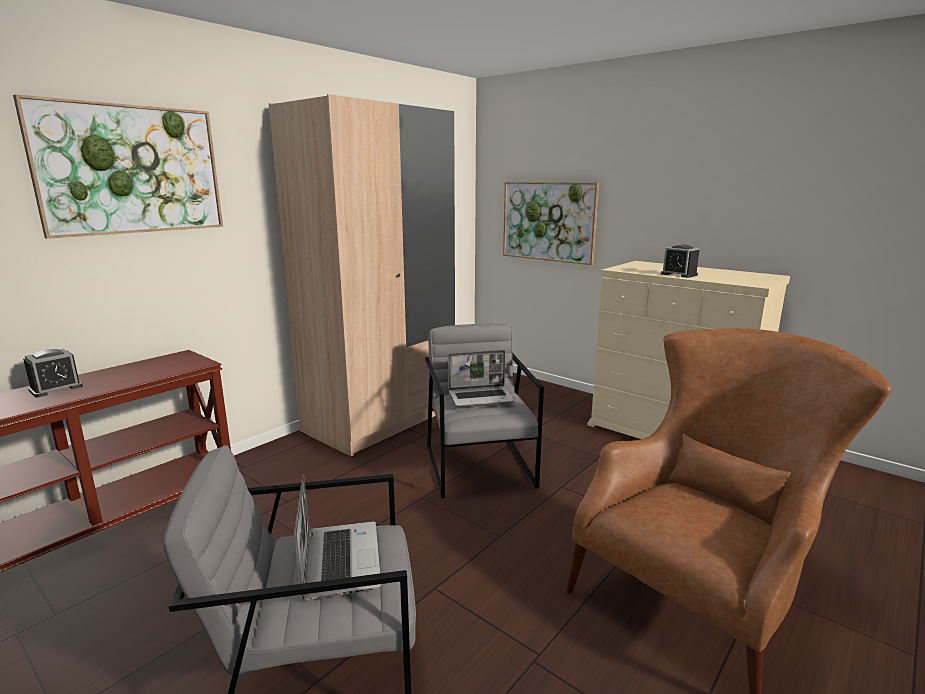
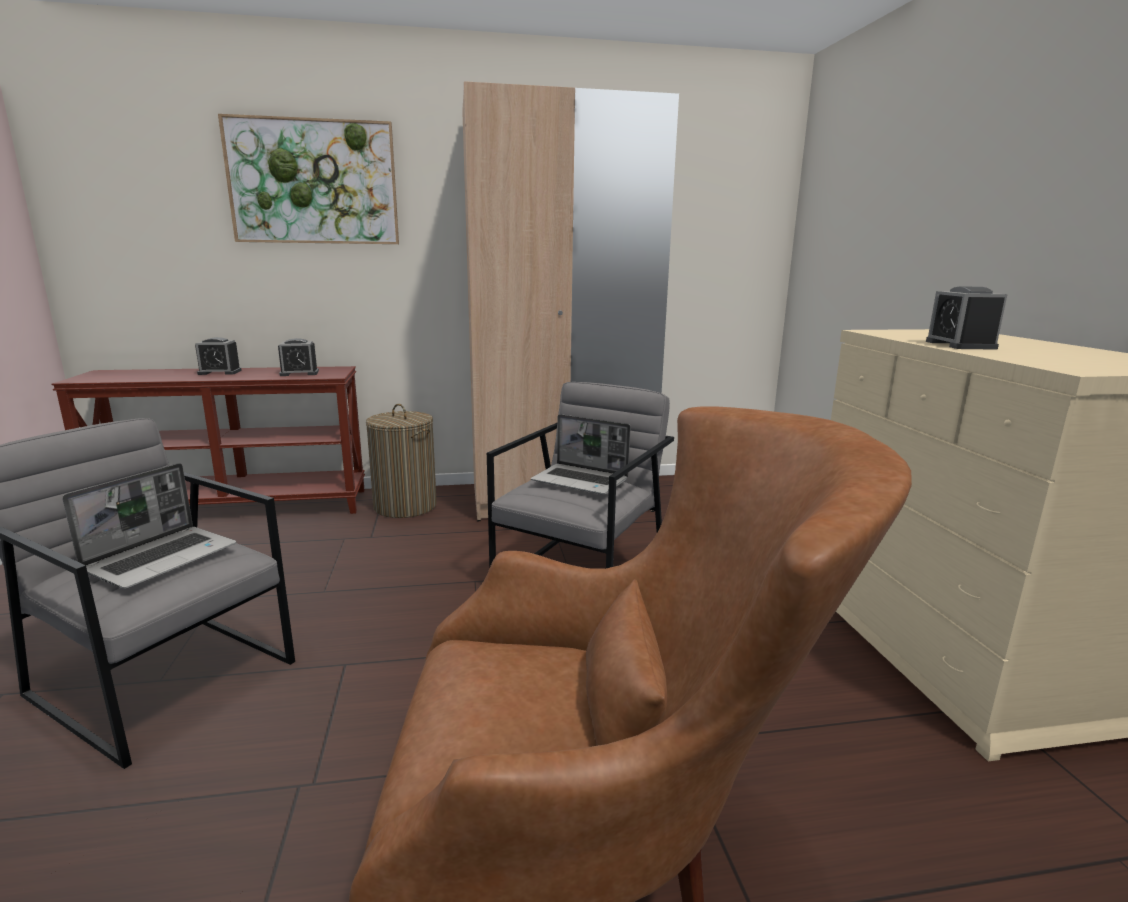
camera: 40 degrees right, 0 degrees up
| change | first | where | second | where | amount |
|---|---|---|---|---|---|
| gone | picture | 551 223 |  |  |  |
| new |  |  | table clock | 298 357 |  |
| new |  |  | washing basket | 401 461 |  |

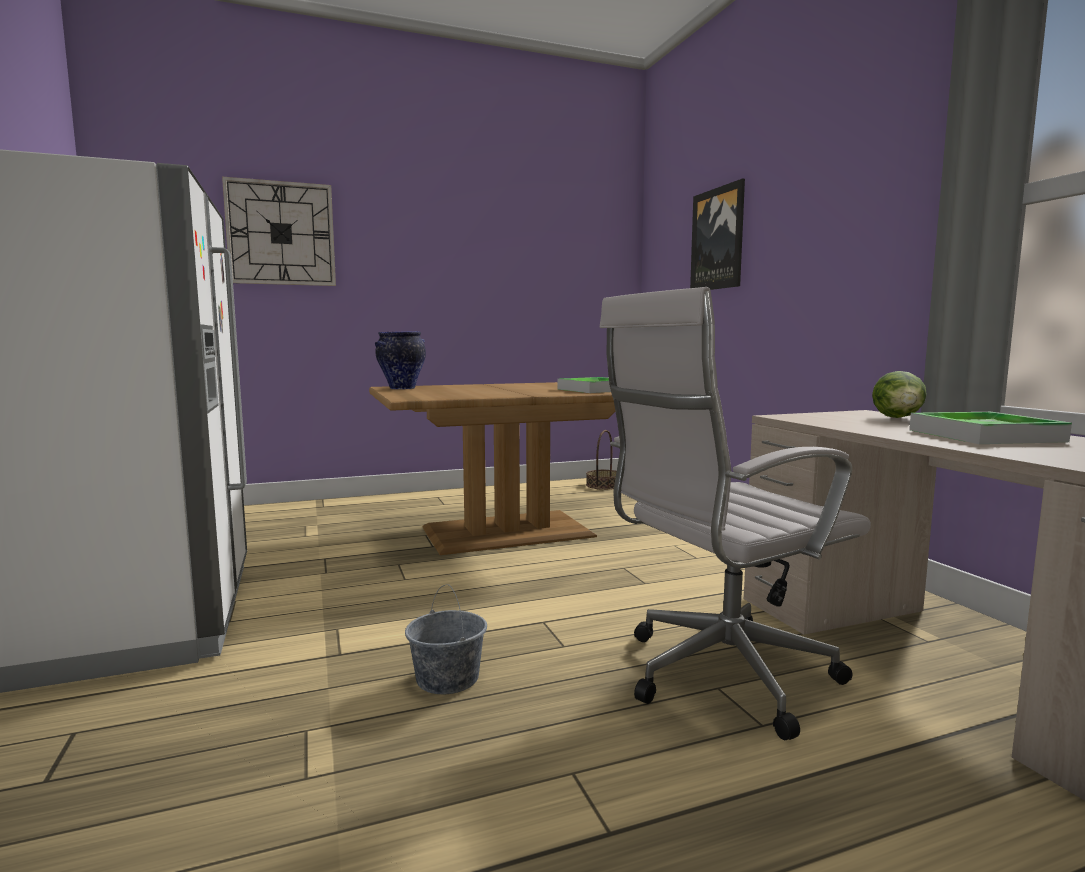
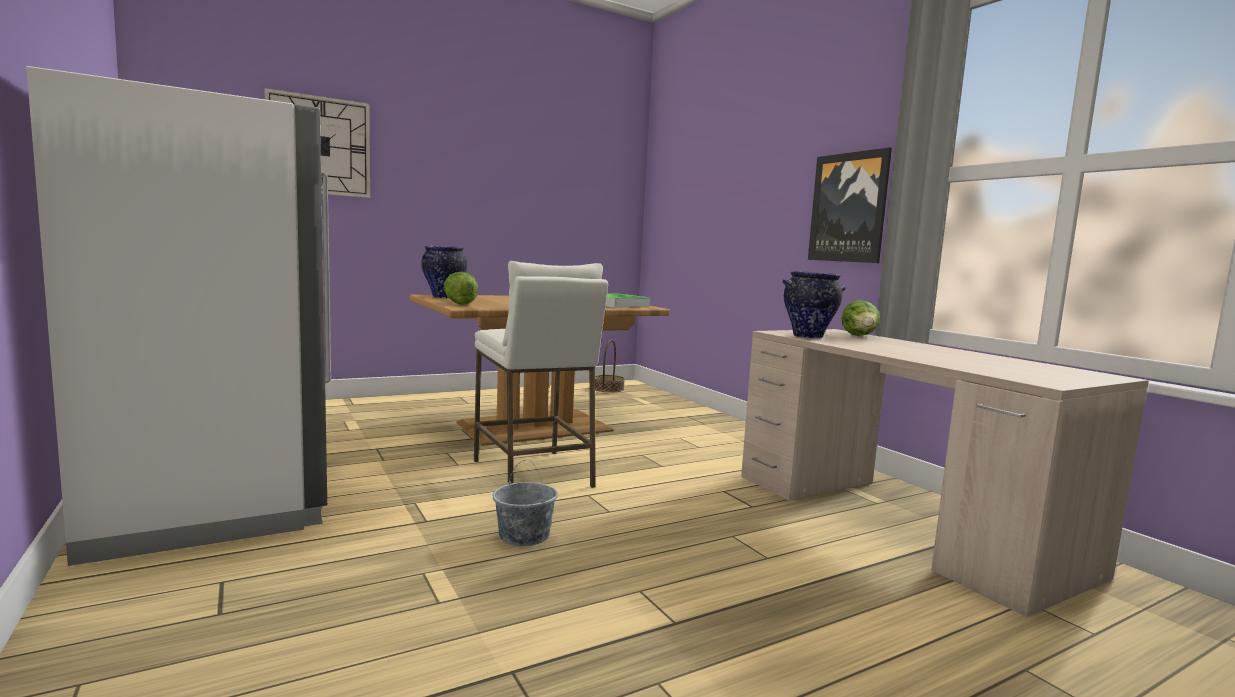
camera: 10 degrees left, 0 degrees up
| change | first | where | second | where | amount |
|---|---|---|---|---|---|
| gone | whitish desk chair | 735 513 |  |  |  |
| shifted | picture | 717 234 |  | 850 205 |  |
| gone | carrying tray | 990 428 |  |  |  |
| new |  |  | lettuce head | 461 288 |  |
| new |  |  | whitish stool | 541 374 |  |
| new |  |  | flower vase | 814 305 |  |

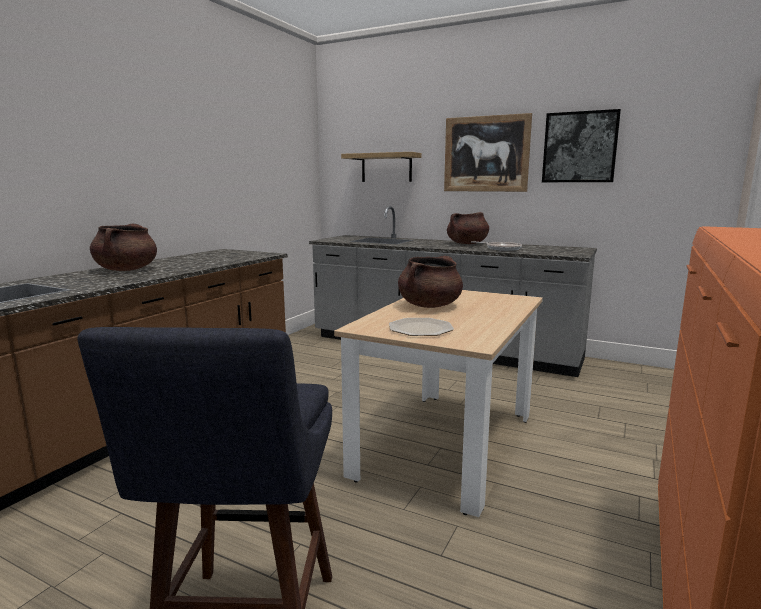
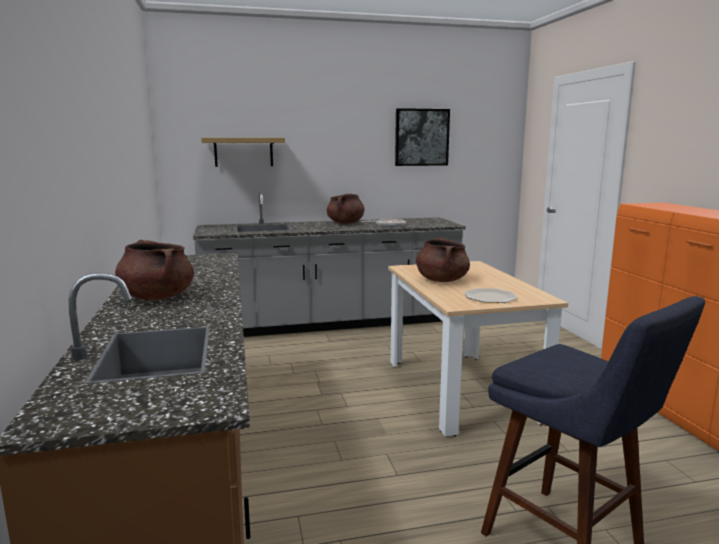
camera: 40 degrees left, 0 degrees up
| change | first | where | second | where | amount |
|---|---|---|---|---|---|
| gone | picture | 488 152 |  |  |  |

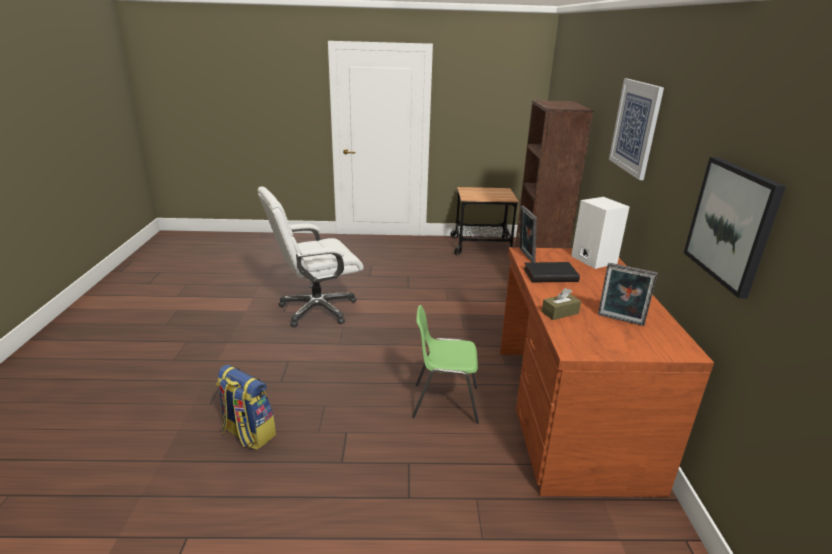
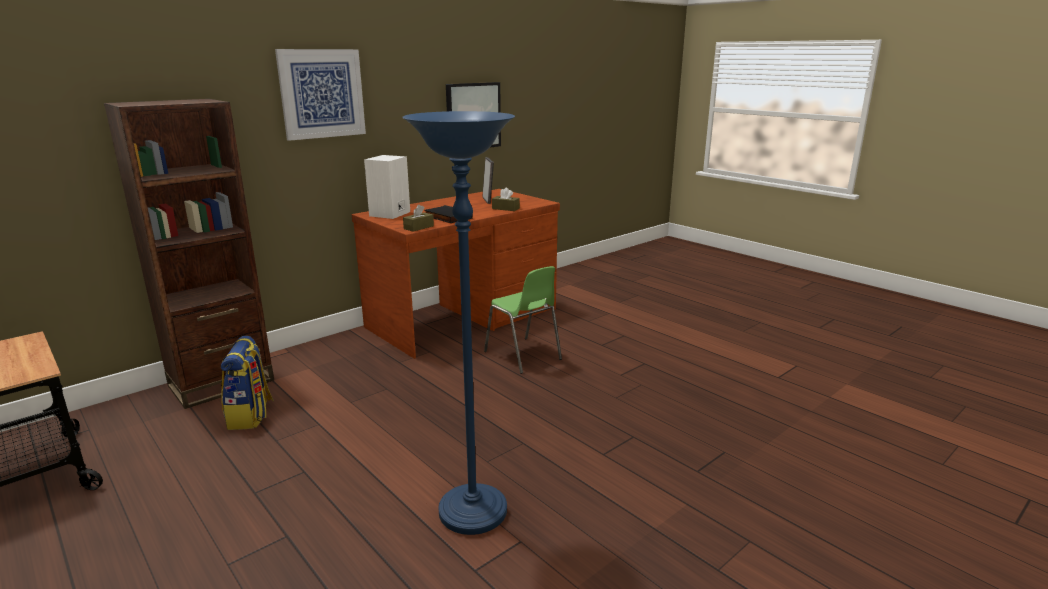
camera: 130 degrees left, 5 degrees down
| change | first | where | second | where | amount |
|---|---|---|---|---|---|
| shifted | backpack | 246 407 |  | 247 383 |  |
| swapped | whitish desk chair | 310 256 | bluish standard lamp | 458 323 |  |
| swapped | photo frame | 528 234 | brownish box of tissues | 418 218 |  |

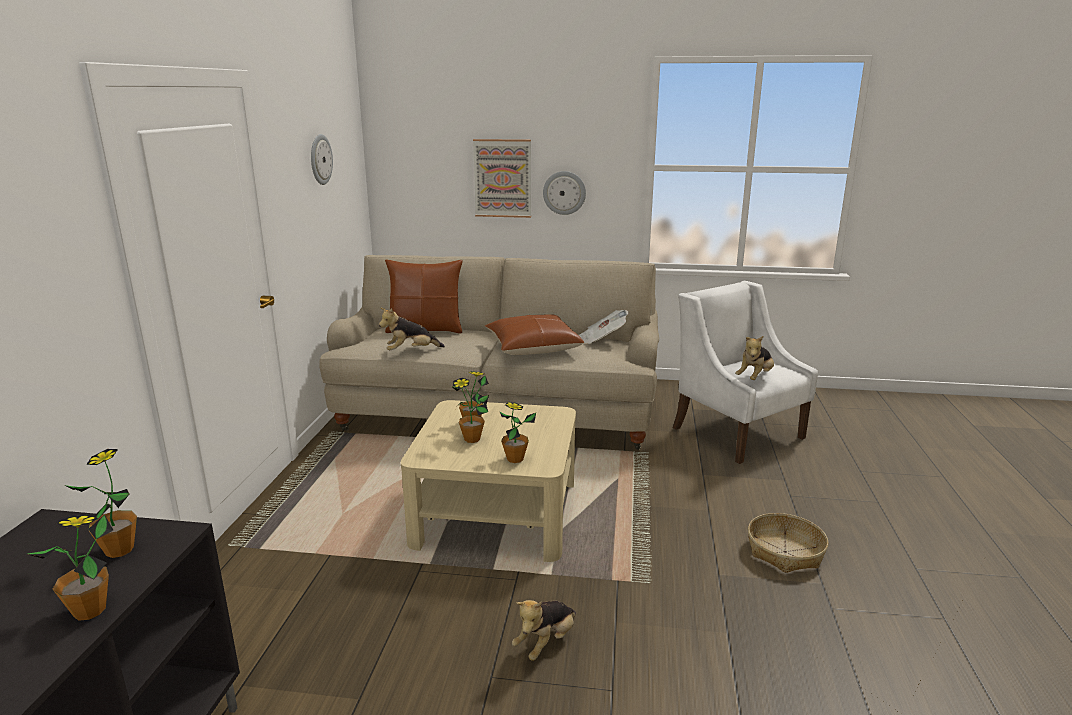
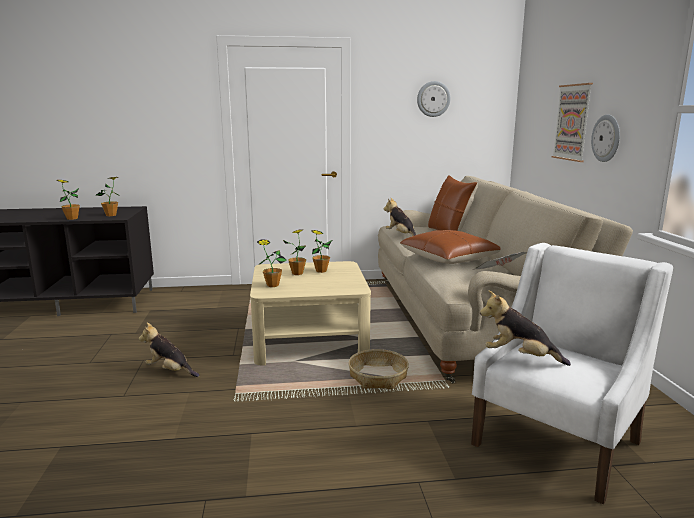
camera: 75 degrees right, 5 degrees down
| change | first | where | second | where | amount |
|---|---|---|---|---|---|
| shifted | storage basket | 788 543 |  | 378 369 |  |

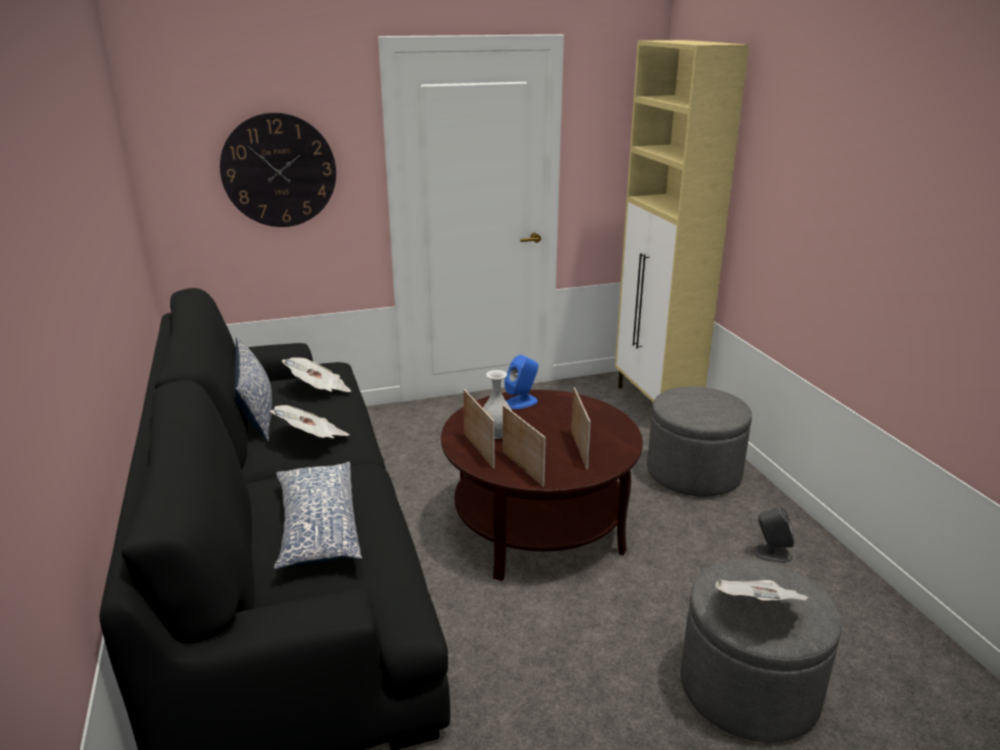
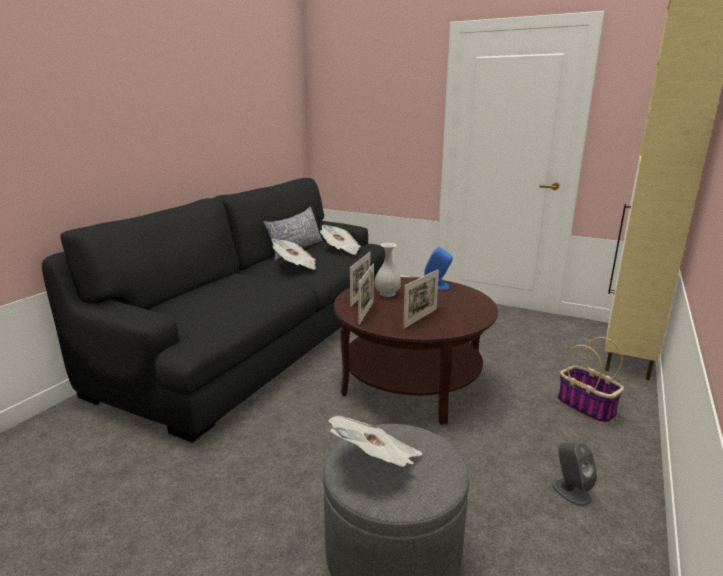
camera: 45 degrees right, 5 degrees down
| change | first | where | second | where | amount |
|---|---|---|---|---|---|
| gone | hanging clock | 278 169 |  |  |  |
| gone | cushion | 318 515 |  |  |  |
| swapped | gray footrest | 699 441 | storage basket | 590 380 |  |

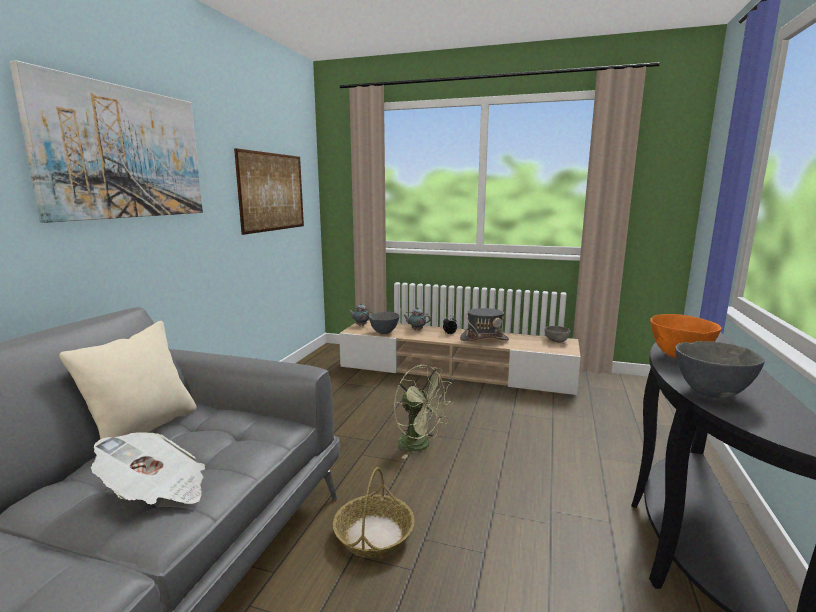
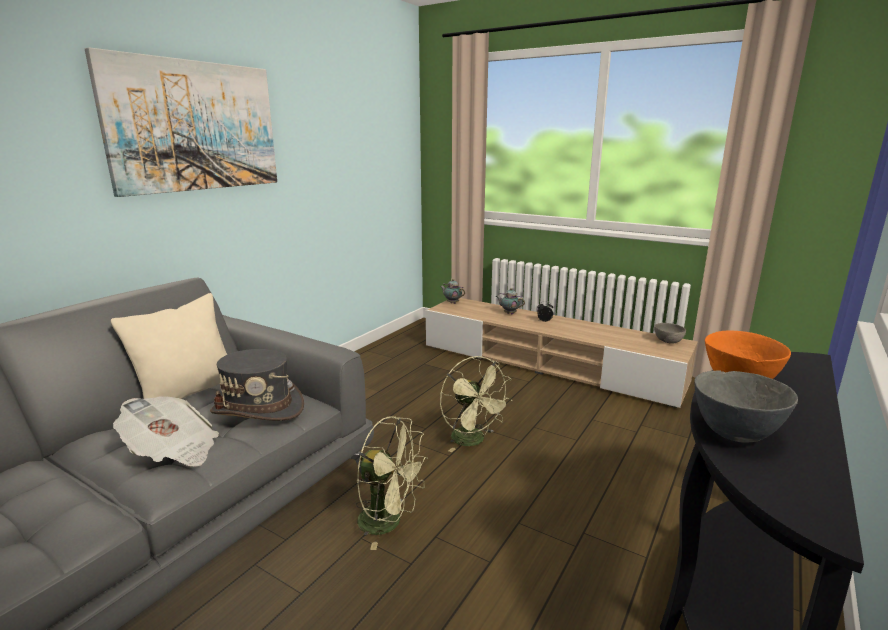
camera: 15 degrees right, 5 degrees up
| change | first | where | second | where | amount |
|---|---|---|---|---|---|
| gone | picture | 269 191 |  |  |  |
| swapped | storage basket | 374 512 | green cooling fan | 392 483 |  |
| gone | gray deep dish | 384 323 |  |  |  |
| shifted | gray wearable hat | 484 324 |  | 257 385 |  |

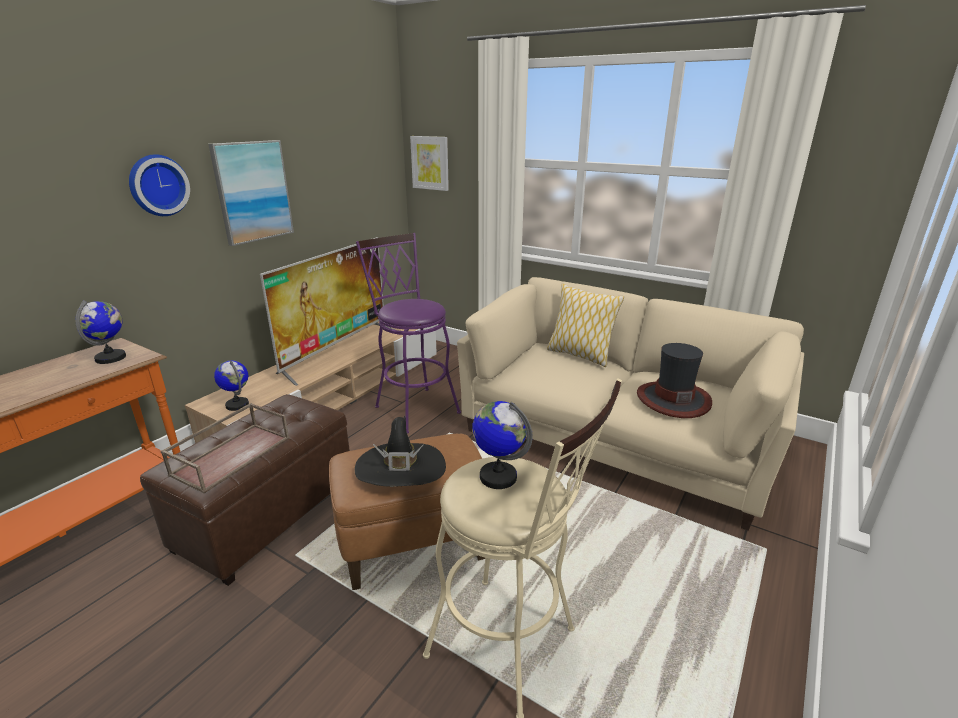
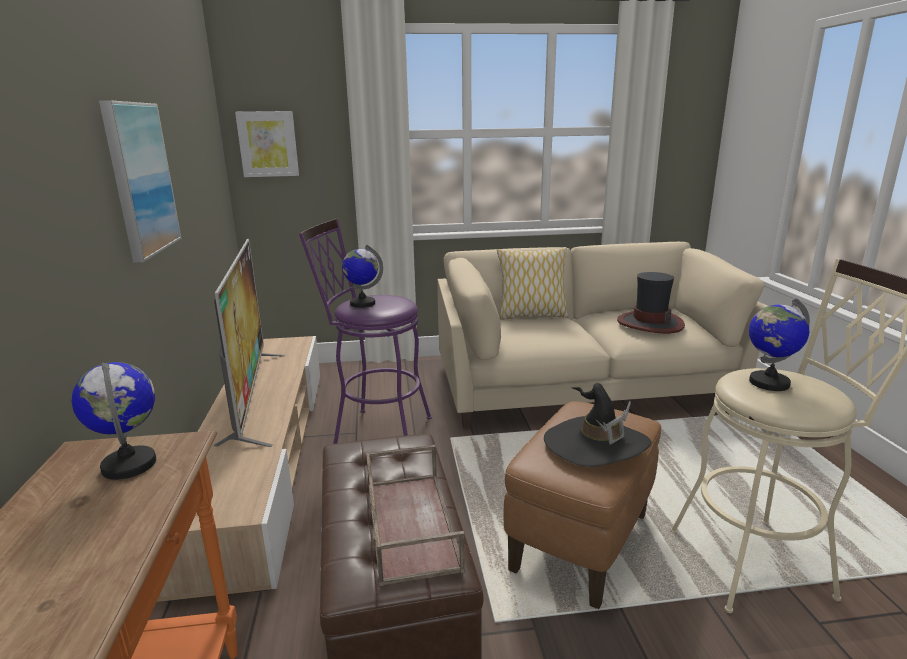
camera: 40 degrees left, 5 degrees down
| change | first | where | second | where | amount |
|---|---|---|---|---|---|
| gone | hanging clock | 159 185 |  |  |  |
| shifted | desk globe | 231 385 |  | 362 276 |  |

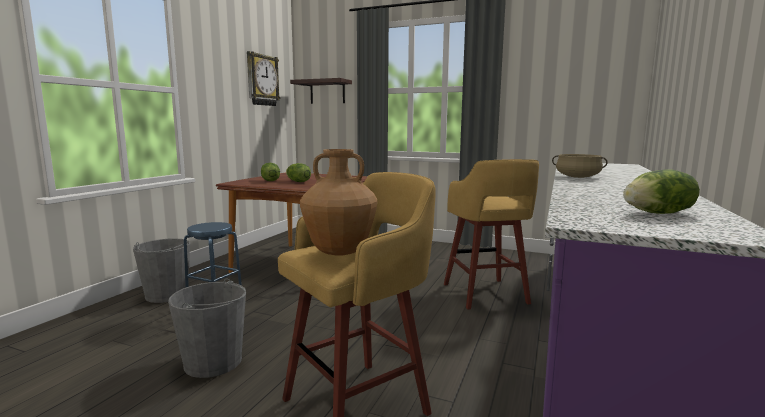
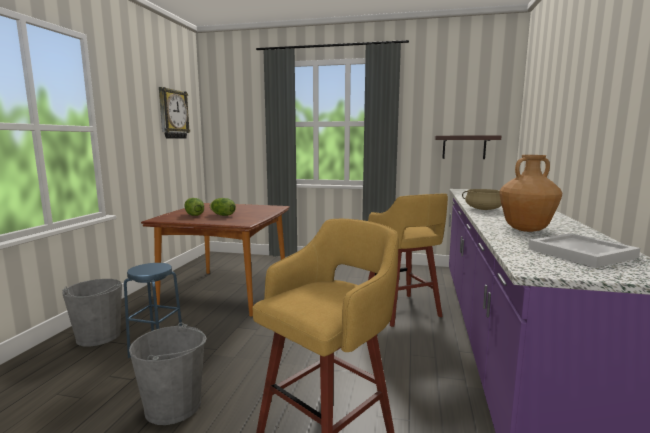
camera: 10 degrees left, 0 degrees up
| change | first | where | second | where | amount |
|---|---|---|---|---|---|
| shifted | shelf | 321 91 |  | 468 147 |  |
| shifted | brownish flower vase | 338 202 |  | 530 193 |  |
| swapped | lettuce head | 661 191 | whitish carrying tray | 584 250 |  |

